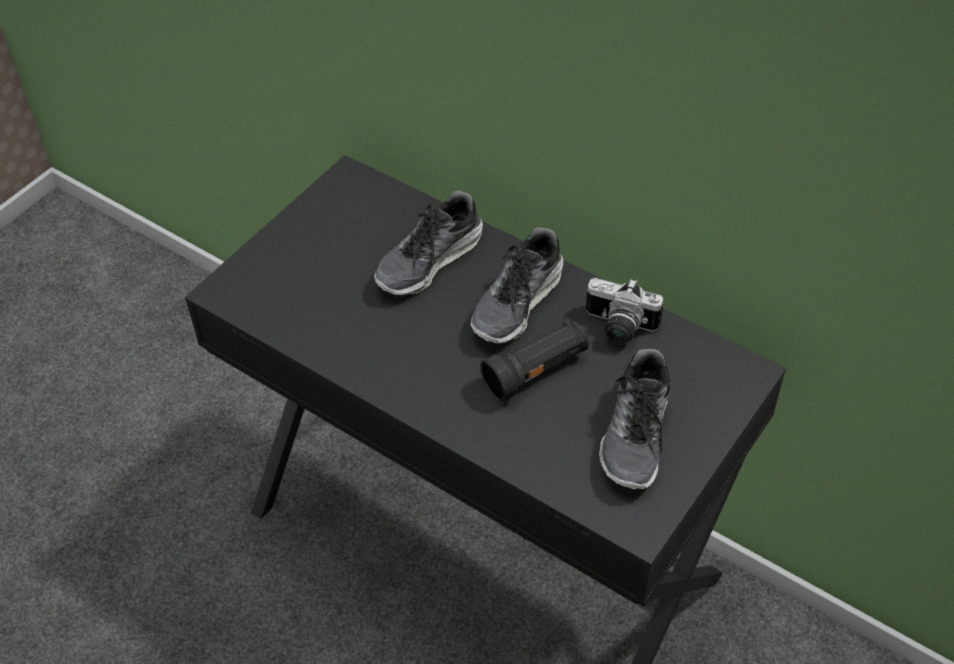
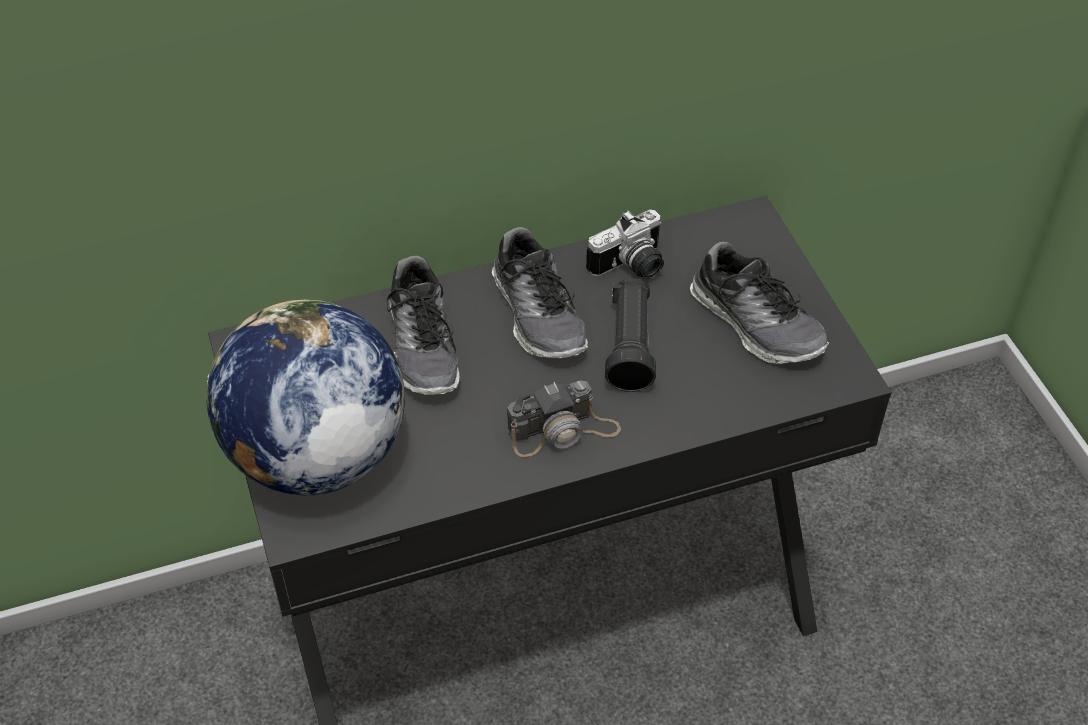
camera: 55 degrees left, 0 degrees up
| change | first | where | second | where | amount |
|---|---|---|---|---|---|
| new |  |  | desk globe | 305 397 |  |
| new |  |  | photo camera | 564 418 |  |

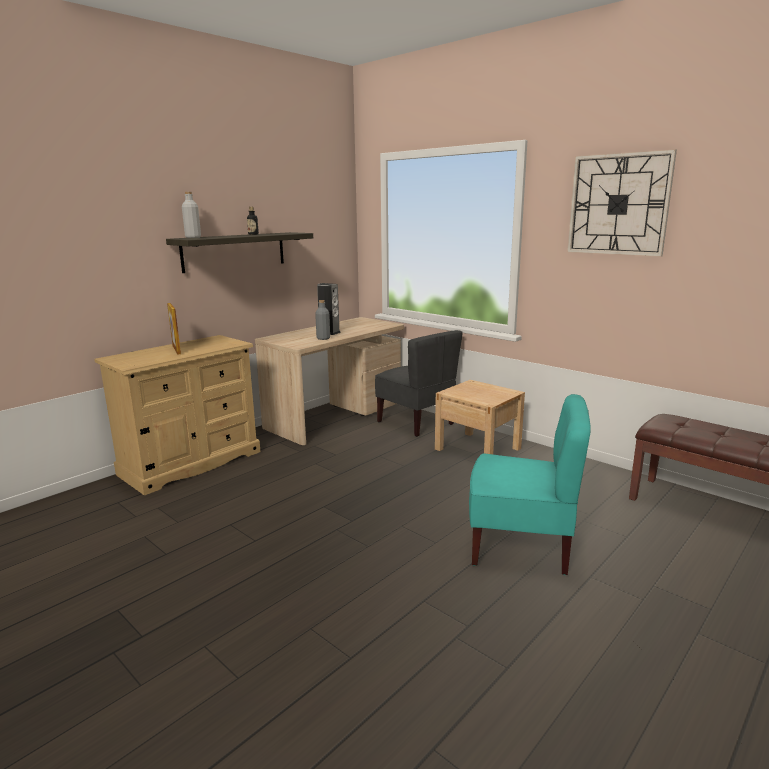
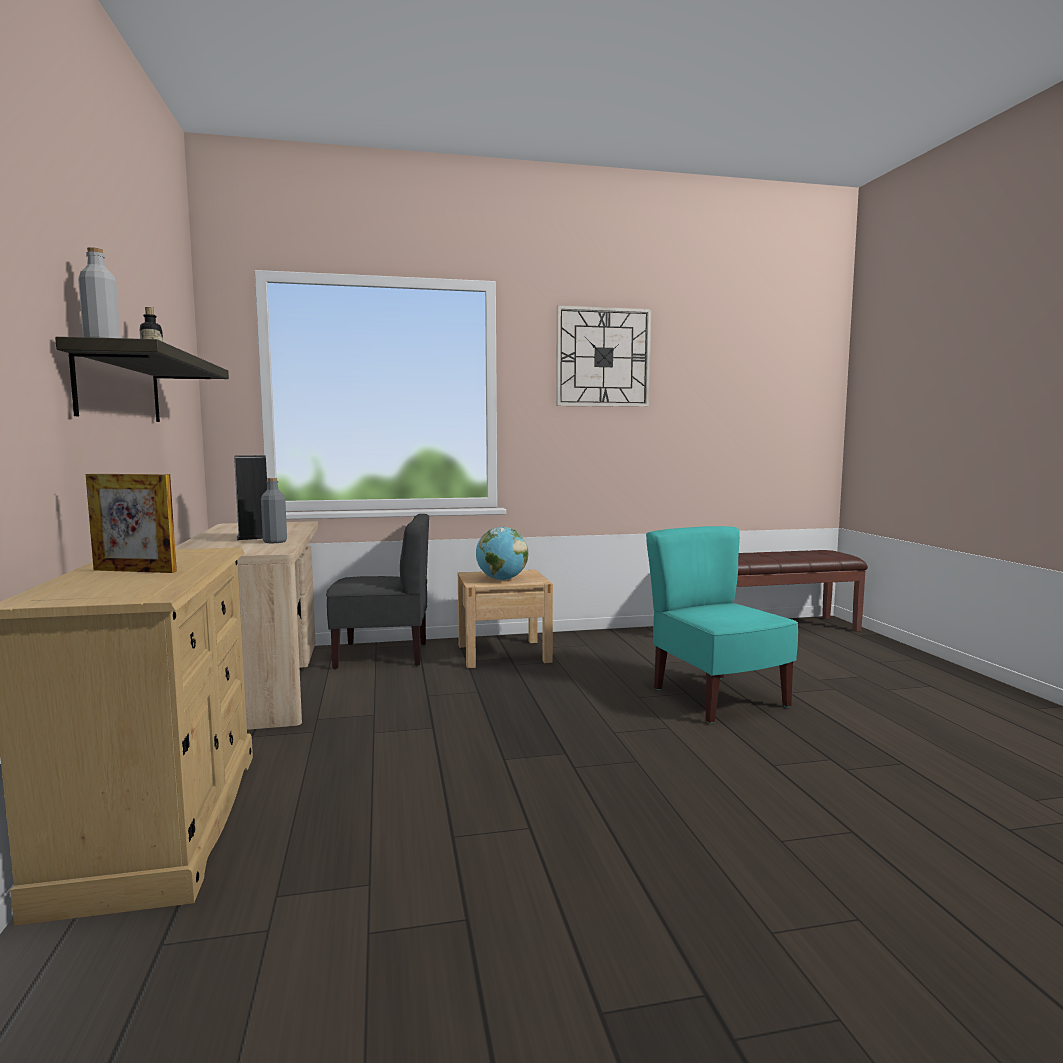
camera: 55 degrees left, 10 degrees down
| change | first | where | second | where | amount |
|---|---|---|---|---|---|
| rotated | turquoise-coloured chair | 530 484 |  | 722 624 | 75 degrees counterclockwise |
| new |  |  | desk globe | 502 553 |  |

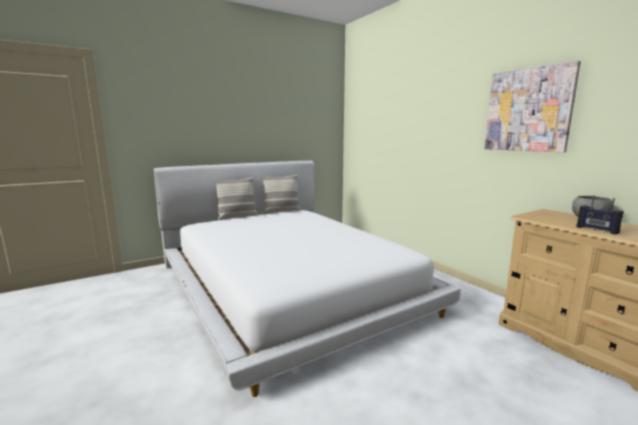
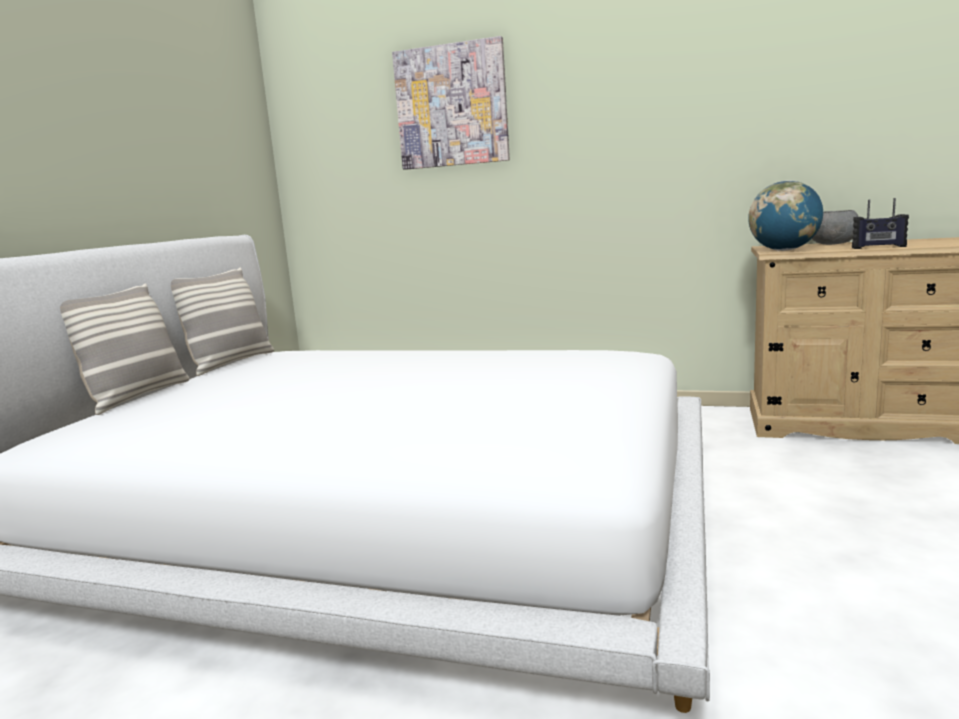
camera: 40 degrees left, 0 degrees up
| change | first | where | second | where | amount |
|---|---|---|---|---|---|
| shifted | picture | 533 106 |  | 451 103 |  |
| new |  |  | desk globe | 785 216 |  |

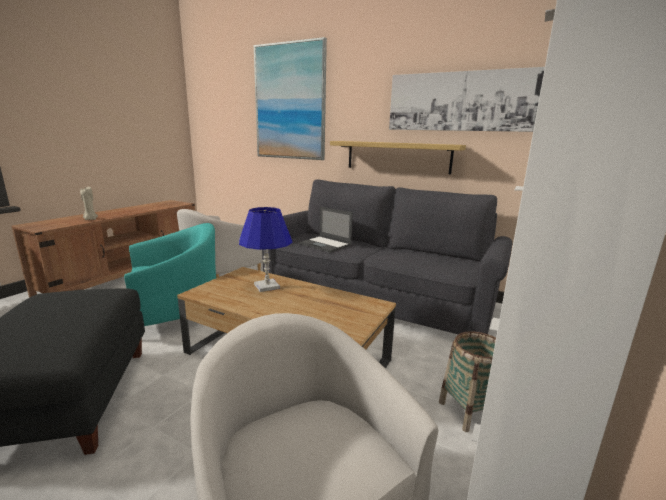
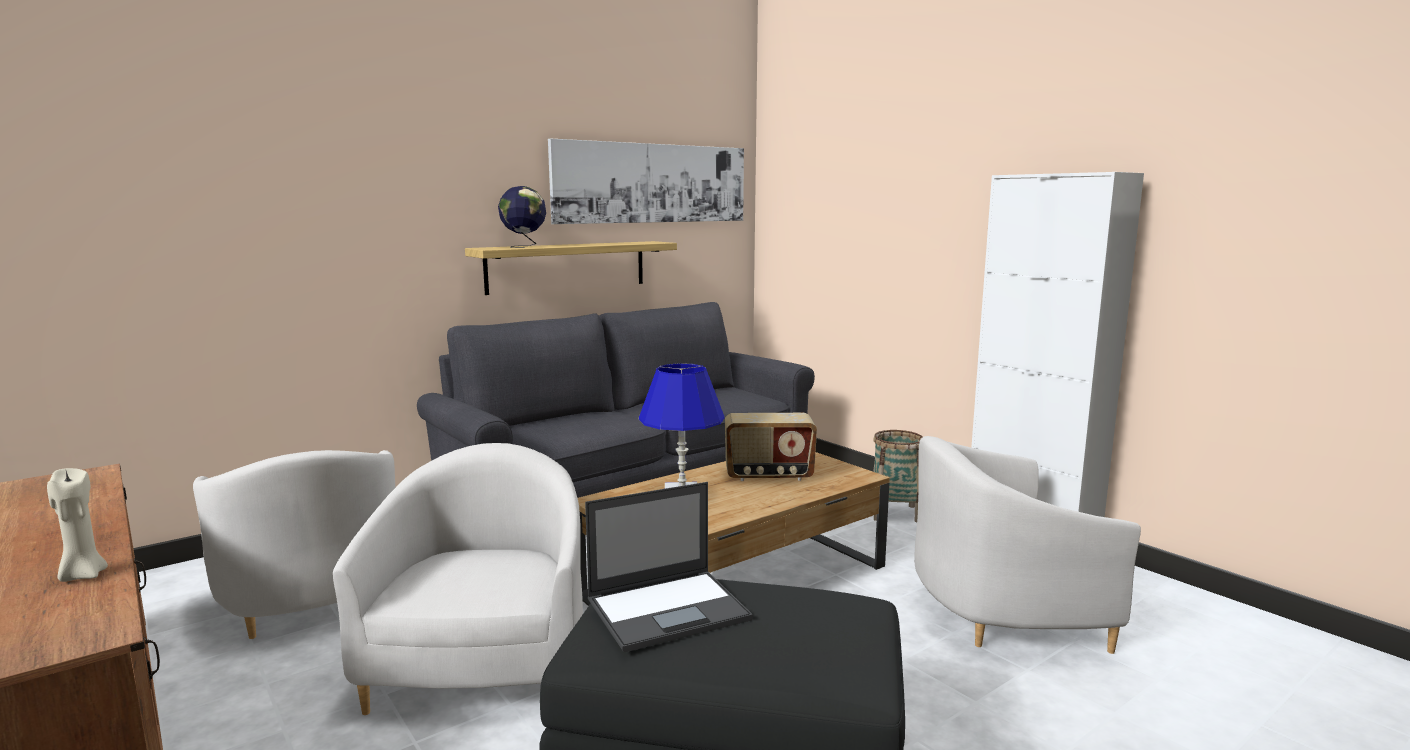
camera: 65 degrees left, 5 degrees down
| change | first | where | second | where | amount |
|---|---|---|---|---|---|
| repainted | turquoise-coloured lounge chair | 170 274 | whitish lounge chair | 458 579 |  |
| gone | picture | 290 98 |  |  |  |
| shifted | portable computer | 326 229 |  | 669 567 |  |
| new |  |  | desk globe | 522 217 |  |
| new |  |  | radio receiver | 771 447 |  |

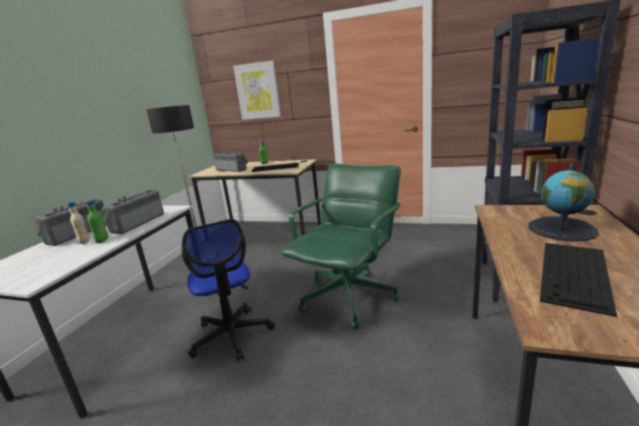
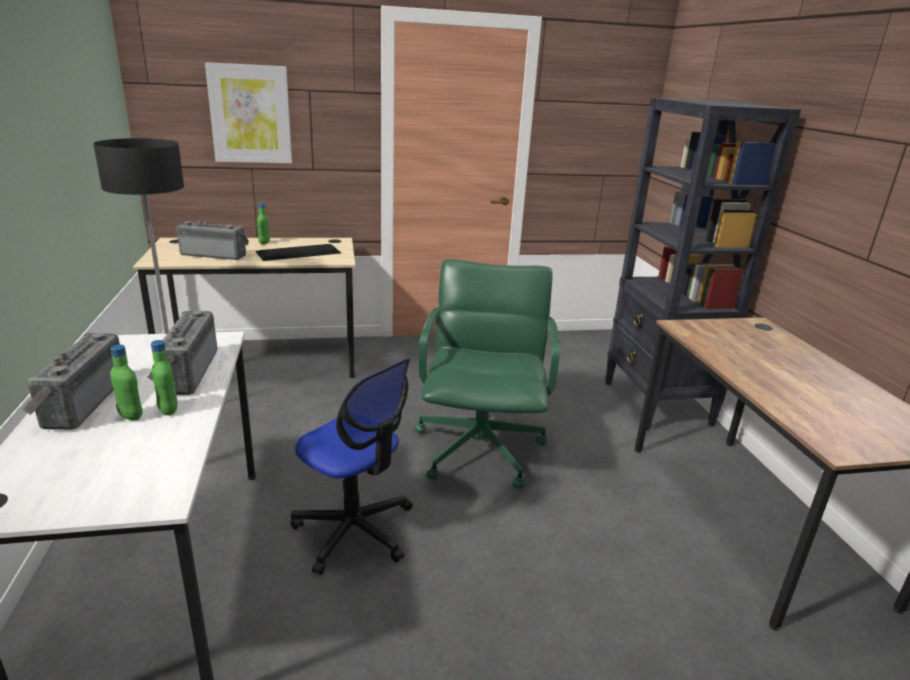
camera: 30 degrees left, 5 degrees up
| change | first | where | second | where | amount |
|---|---|---|---|---|---|
| repainted | beige-coloured drink bottle | 78 222 | green drink bottle | 126 382 |  |
| gone | desk globe | 563 202 |  |  |  |
| gone | PC keyboard | 578 280 |  |  |  |

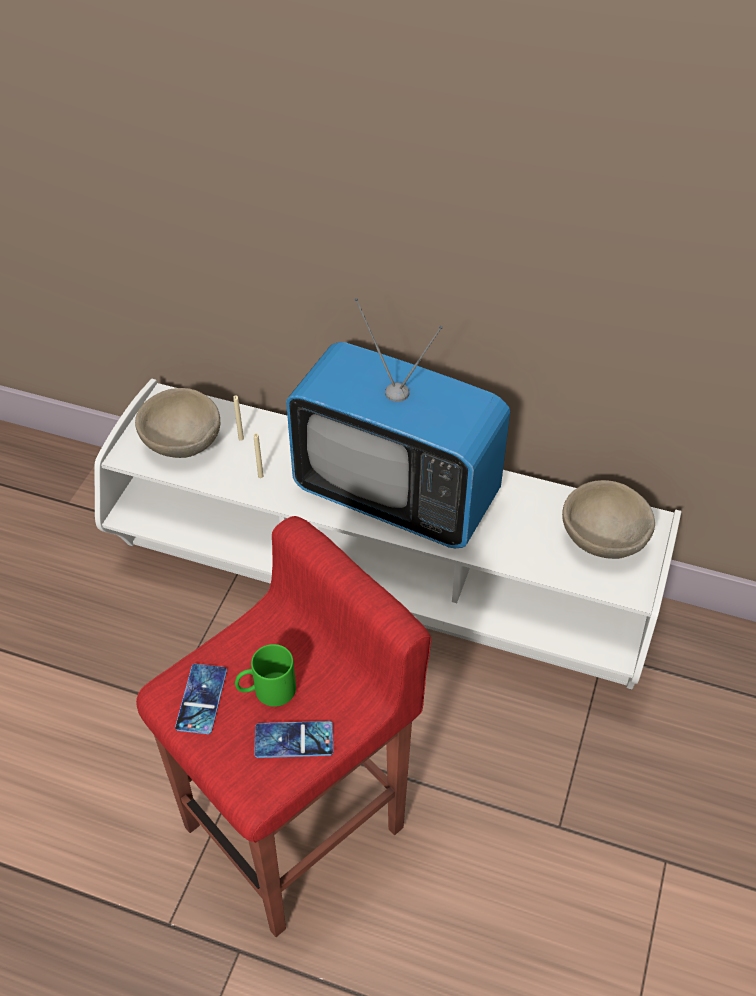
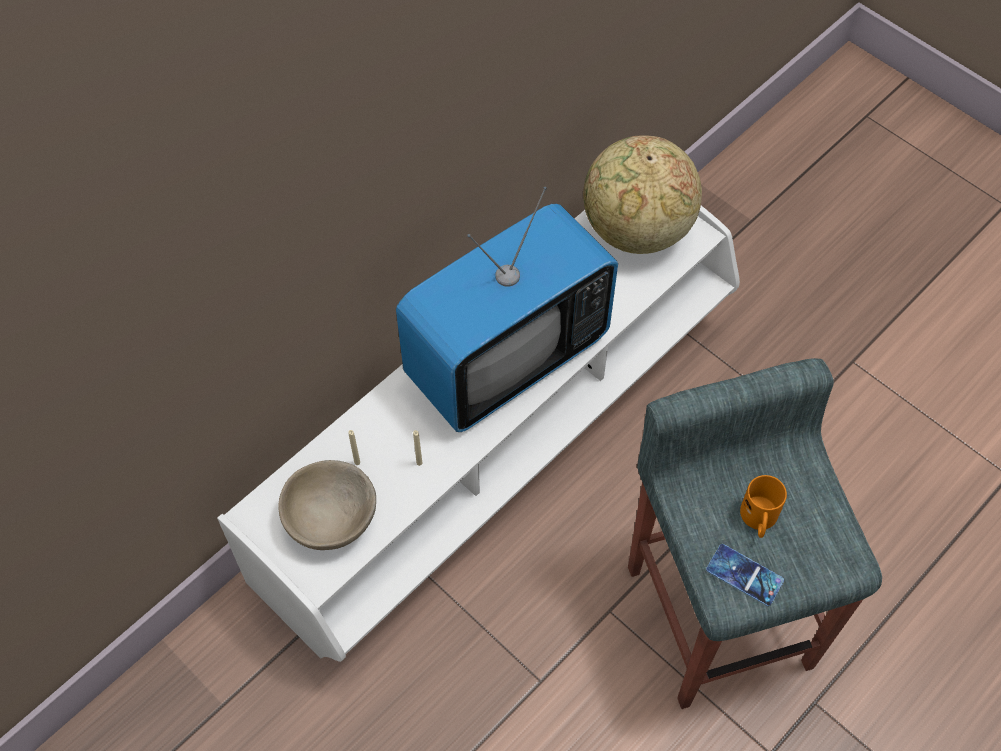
camera: 65 degrees left, 10 degrees up
| change | first | where | second | where | amount |
|---|---|---|---|---|---|
| repainted | reddish stool | 283 726 | gray stool | 755 533 |  |
| repainted | green mug | 265 675 | orange-coloured mug | 763 506 |  |
| gone | phone | 293 739 |  |  |  |
| swapped | beige-coloured deep dish | 608 519 | desk globe | 642 194 |  |

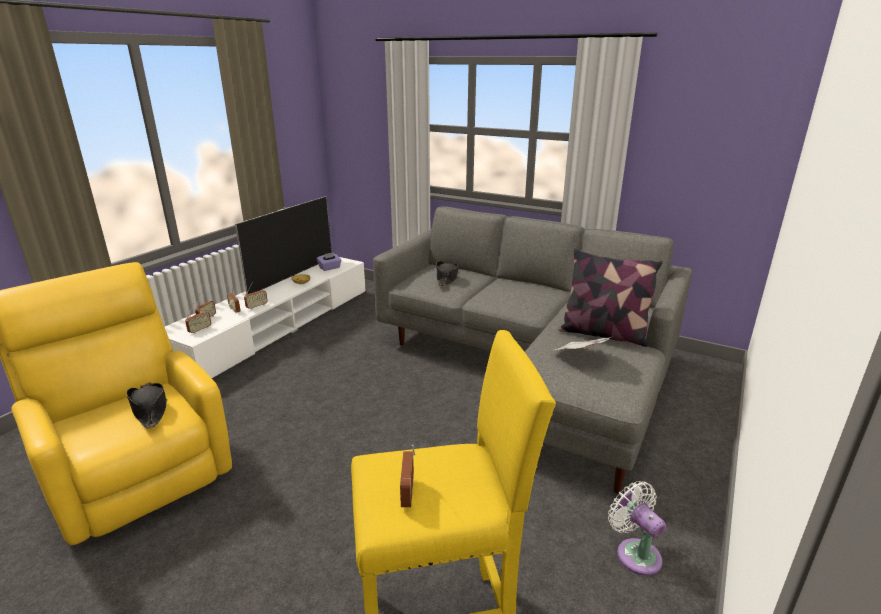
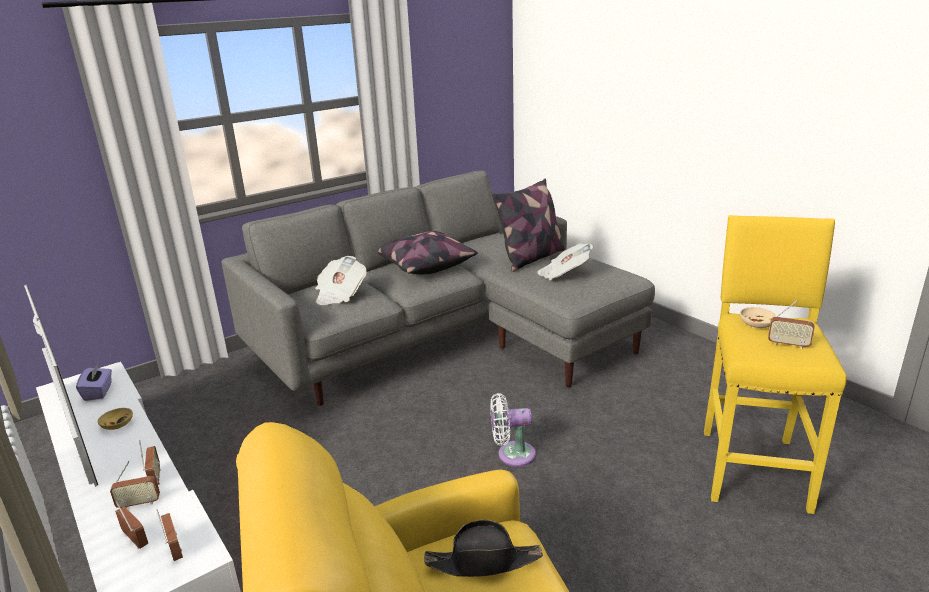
camera: 65 degrees left, 0 degrees up
| change | first | where | second | where | amount |
|---|---|---|---|---|---|
| swapped | black-coloured wearable hat | 447 273 | newspaper | 341 280 |  |
| shifted | whitish cooling fan | 637 528 |  | 513 430 |  |
| new |  |  | cushion | 428 252 |  |
| new |  |  | beige-coloured deep dish | 758 317 |  |

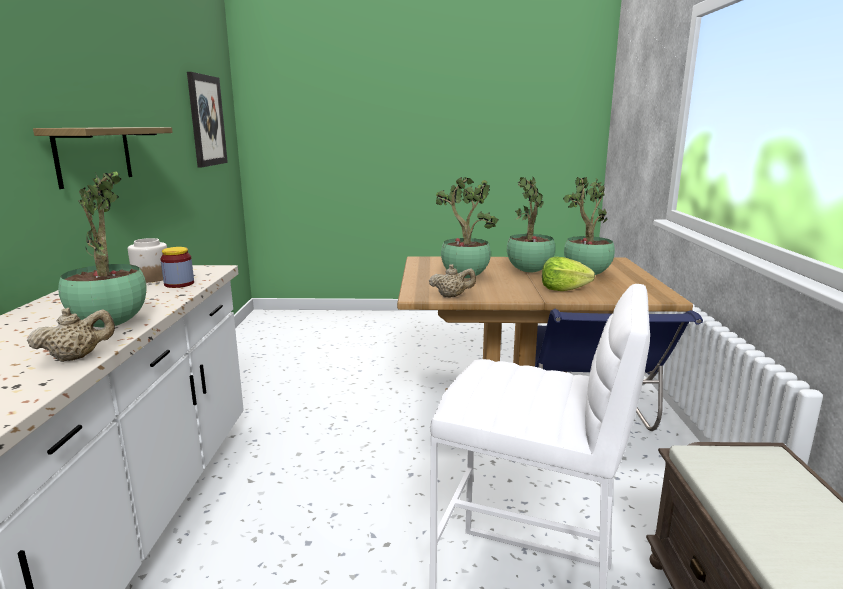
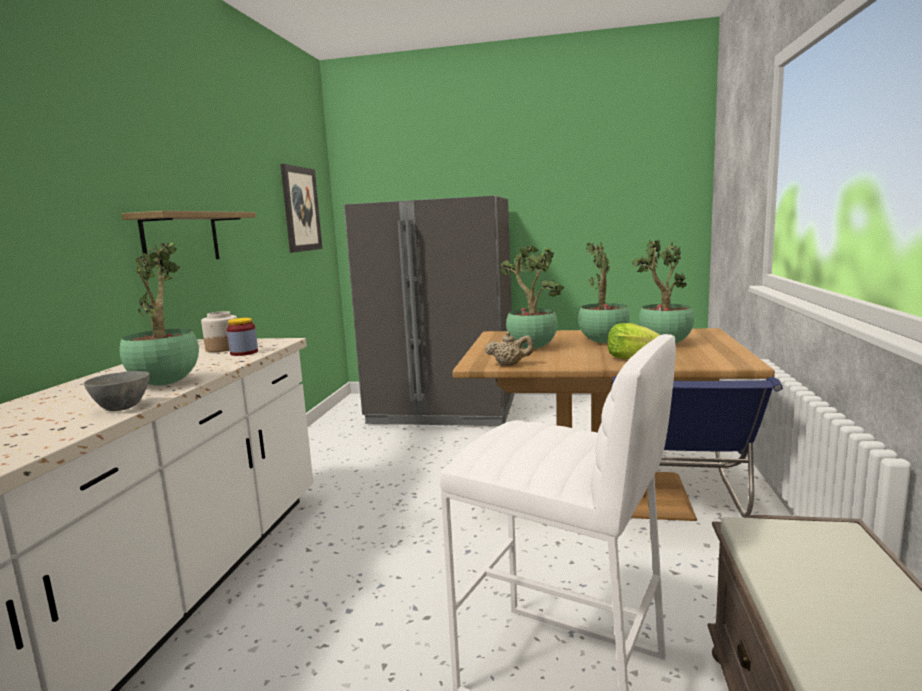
camera: 10 degrees right, 5 degrees down
| change | first | where | second | where | amount |
|---|---|---|---|---|---|
| swapped | beige-coloured teapot | 71 335 | gray deep dish | 117 391 |  |
| new |  |  | gray kitchen fridge | 429 311 |  |

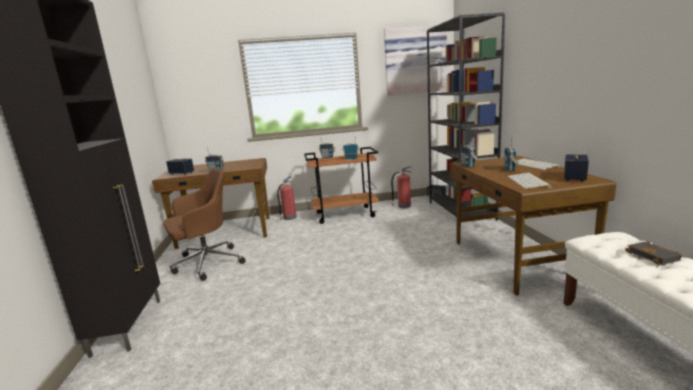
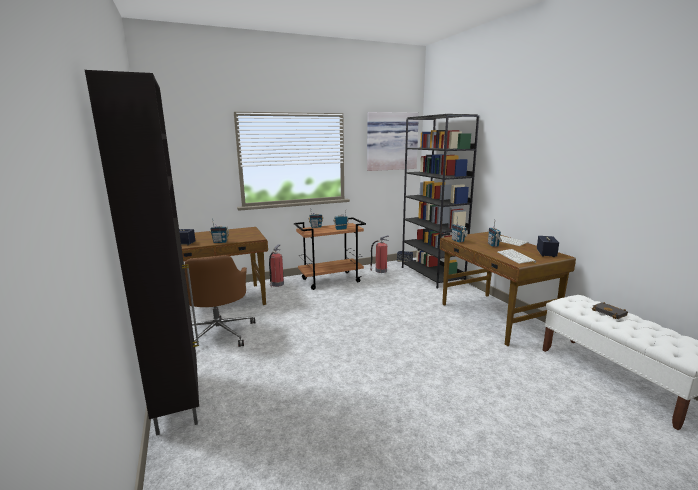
camera: 15 degrees left, 0 degrees up
| change | first | where | second | where | amount |
|---|---|---|---|---|---|
| rotated | brownish desk chair | 205 224 |  | 219 301 | 120 degrees clockwise |

